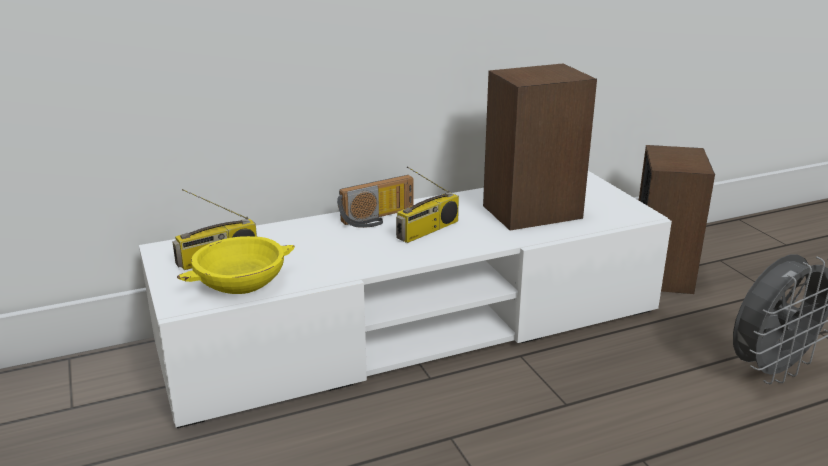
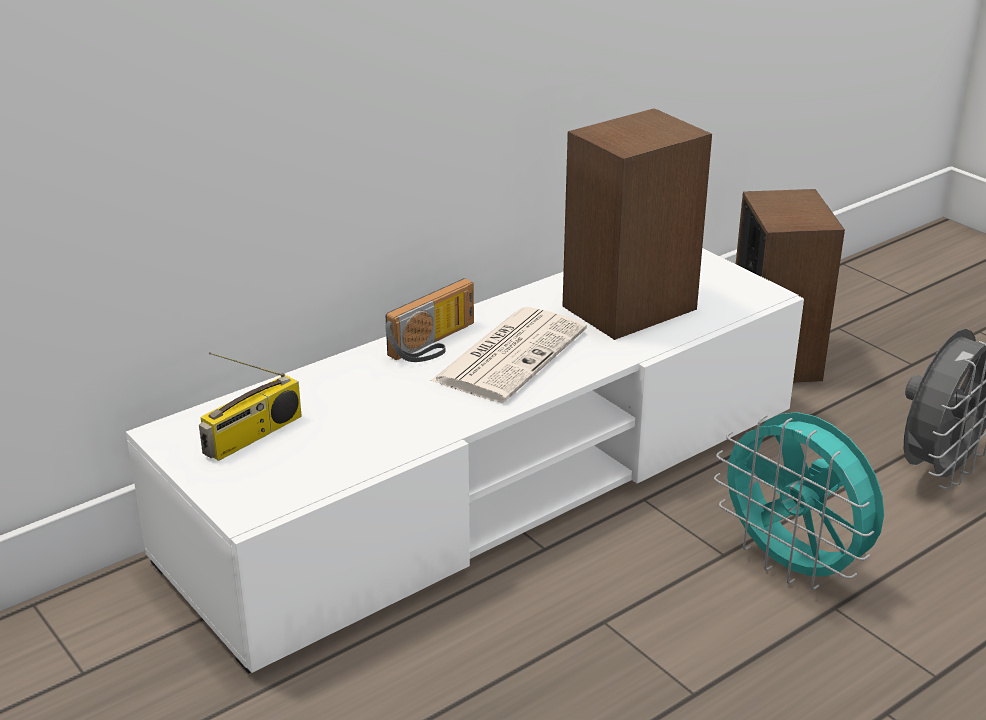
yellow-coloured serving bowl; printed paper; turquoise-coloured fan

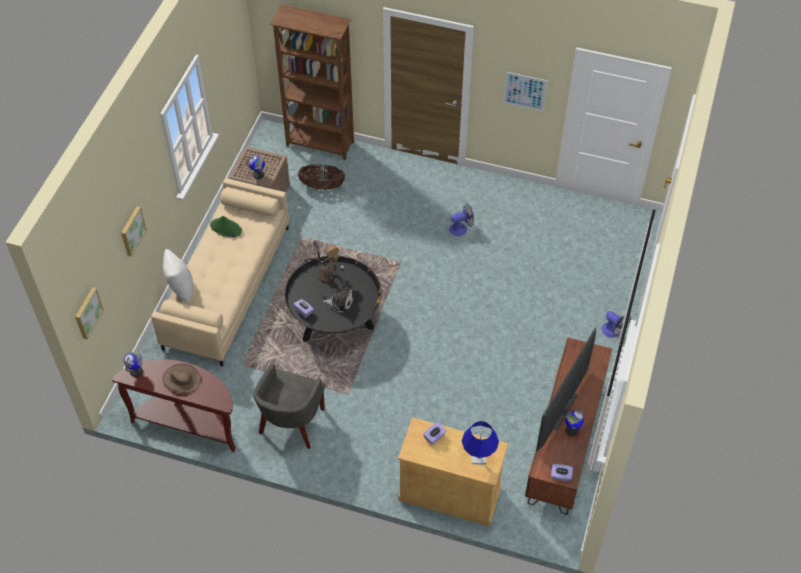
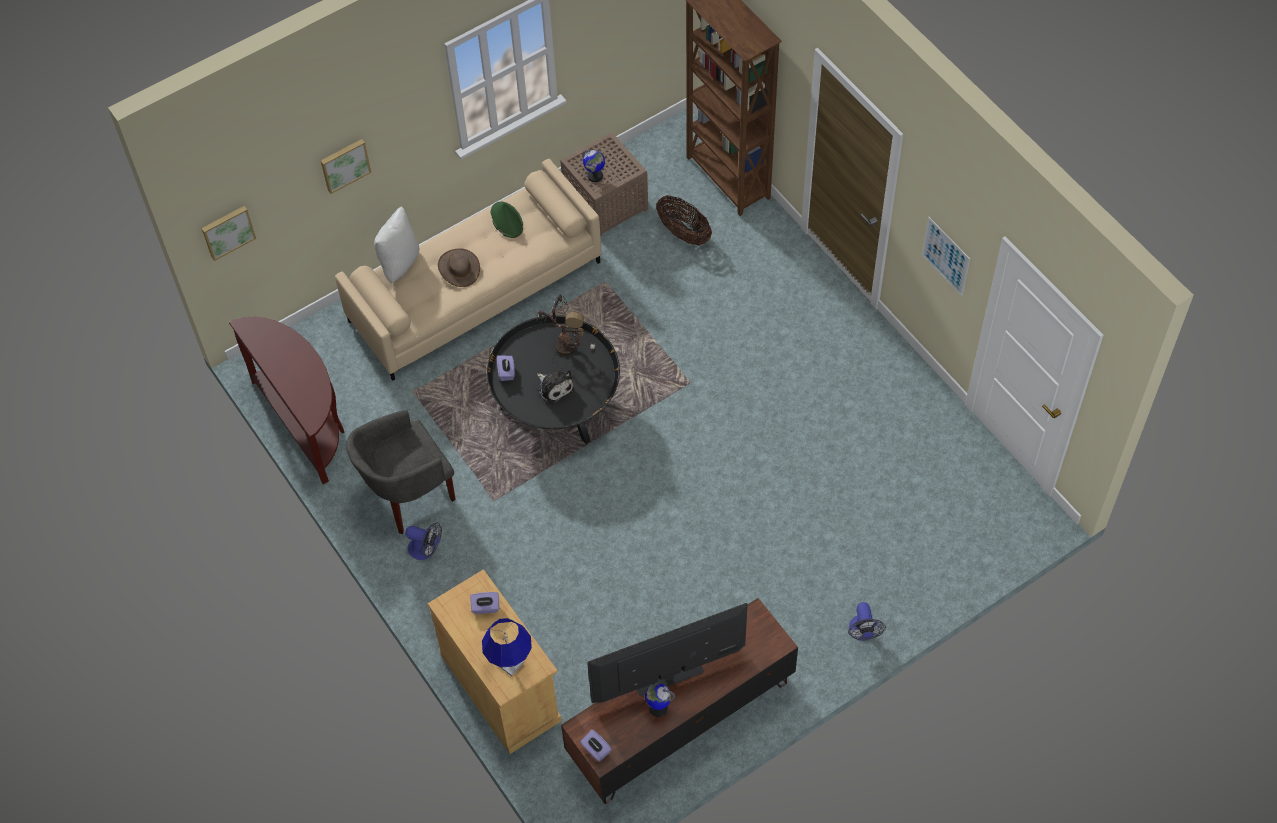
globe (no. 1 from left in the first image); brownish wearable hat; fan (no. 1 from left)

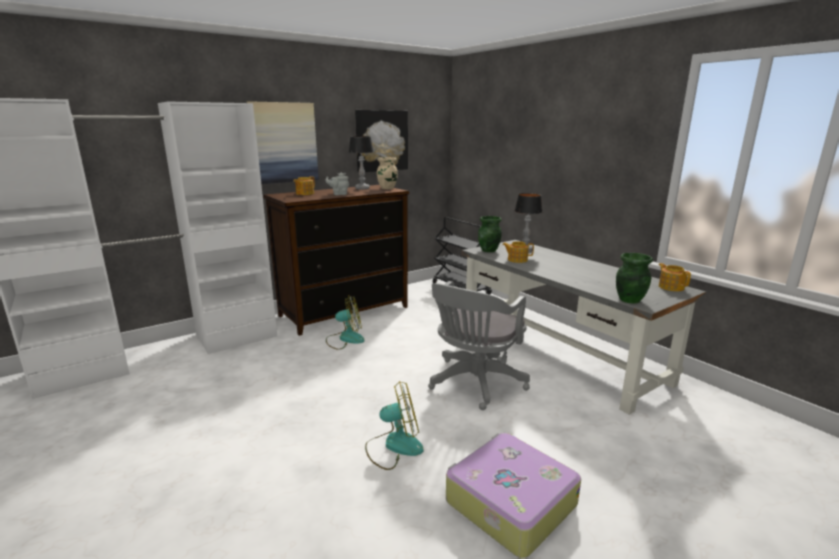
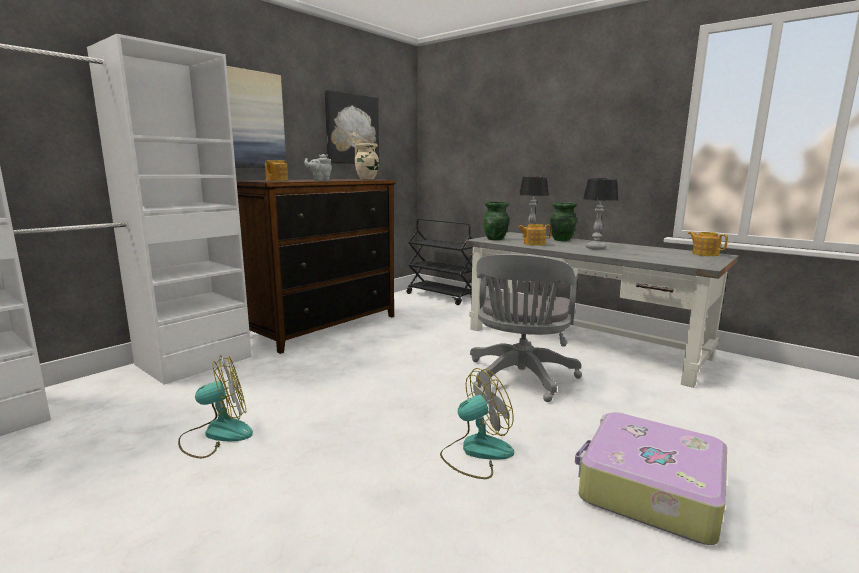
fan (no. 1 from left); tabletop lamp (no. 2 from left); green-coloured flower vase (no. 2 from left)

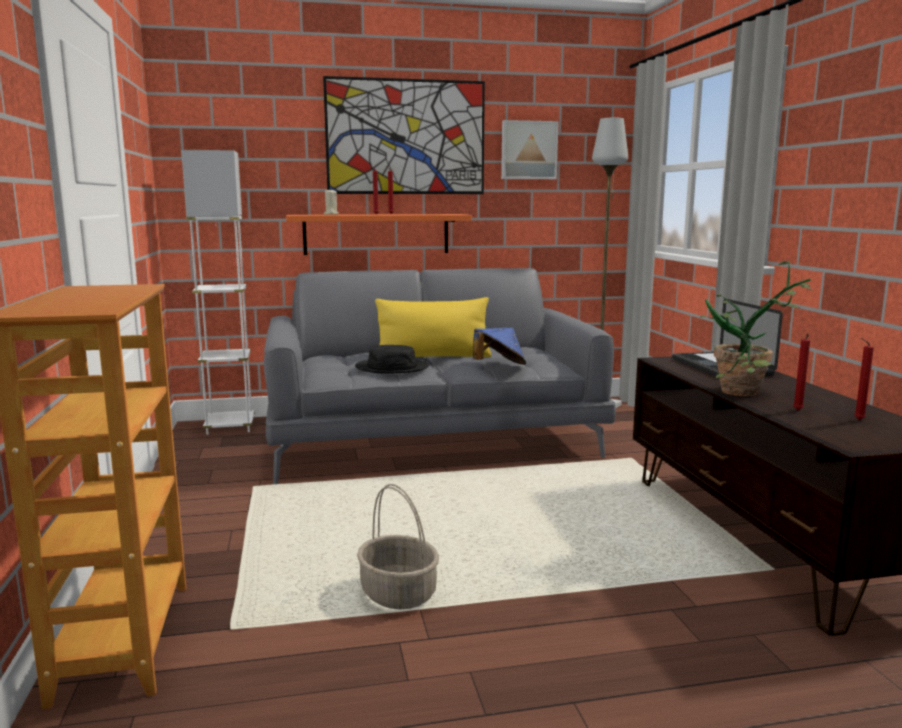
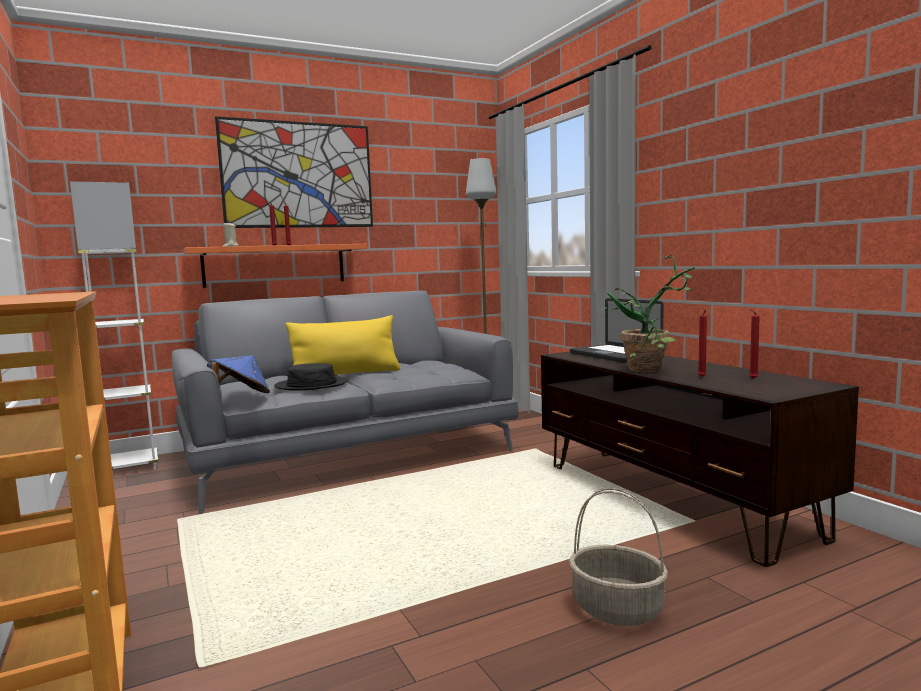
storage basket; blue wearable hat; picture (no. 2 from left in the first image)

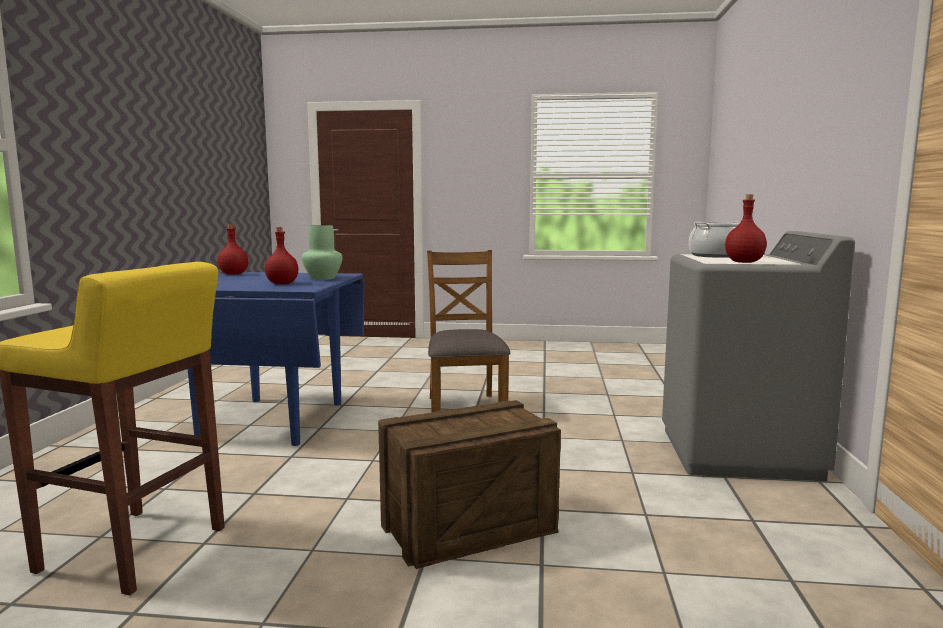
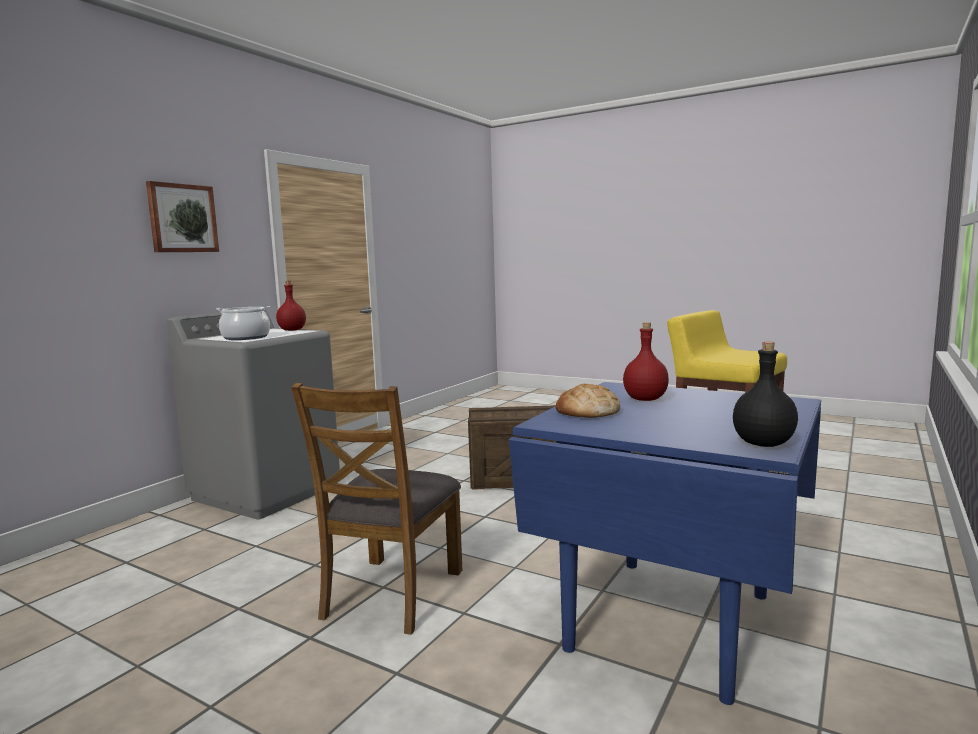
black-coloured bottle; bread; picture

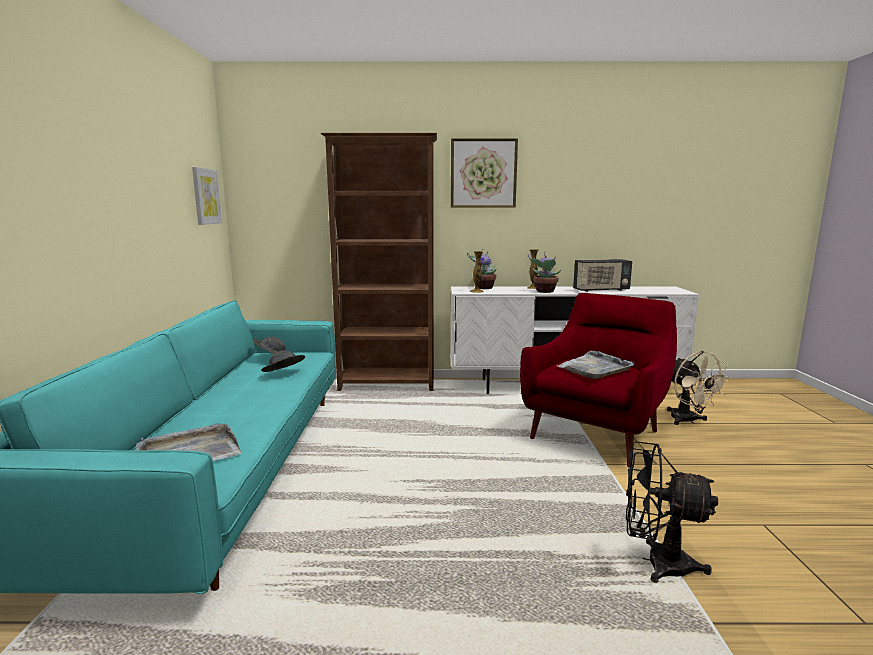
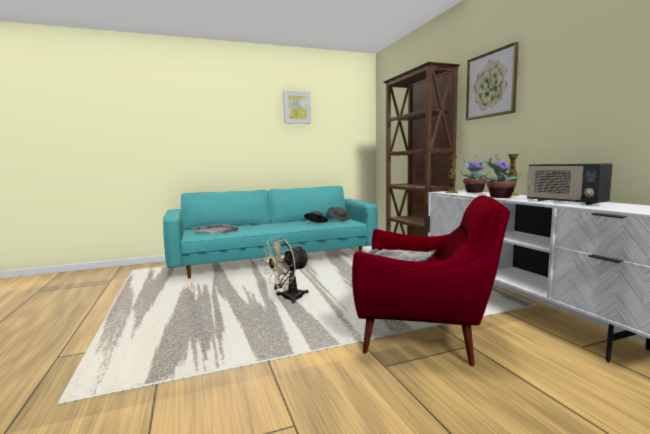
picture (no. 1 from left); black-coloured fan; beige fan

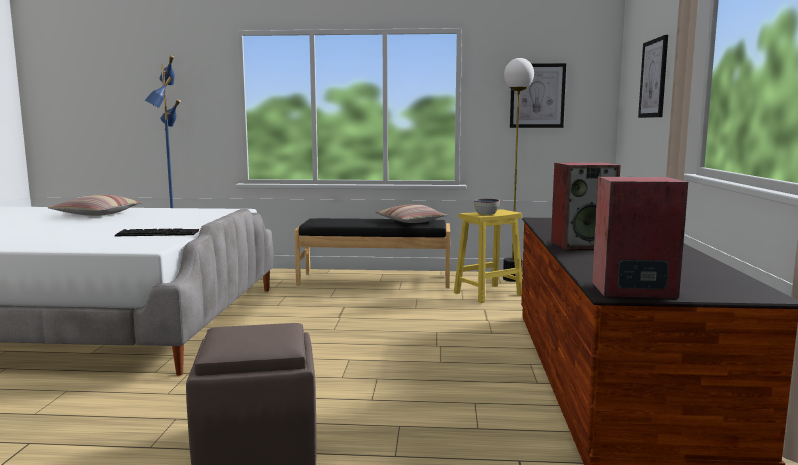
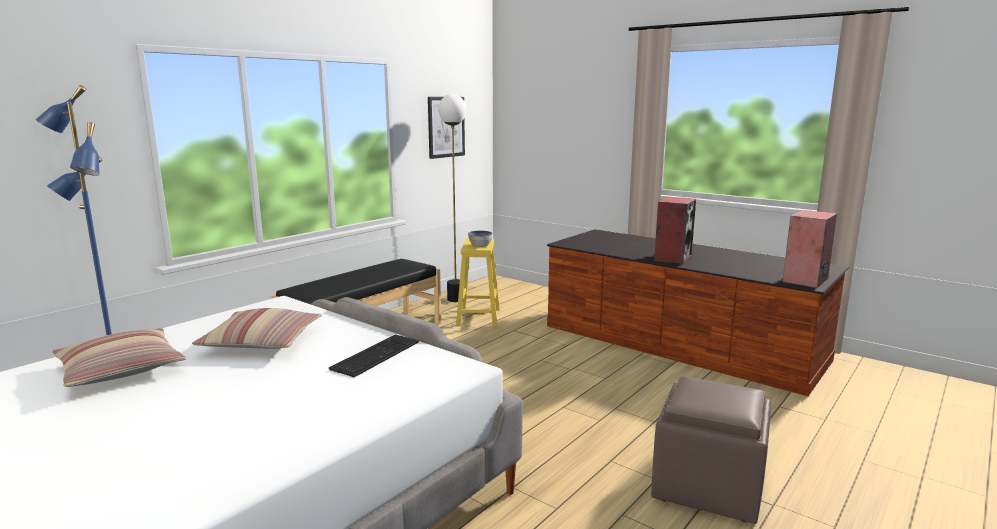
pillow (no. 2 from left); picture (no. 2 from left in the first image)

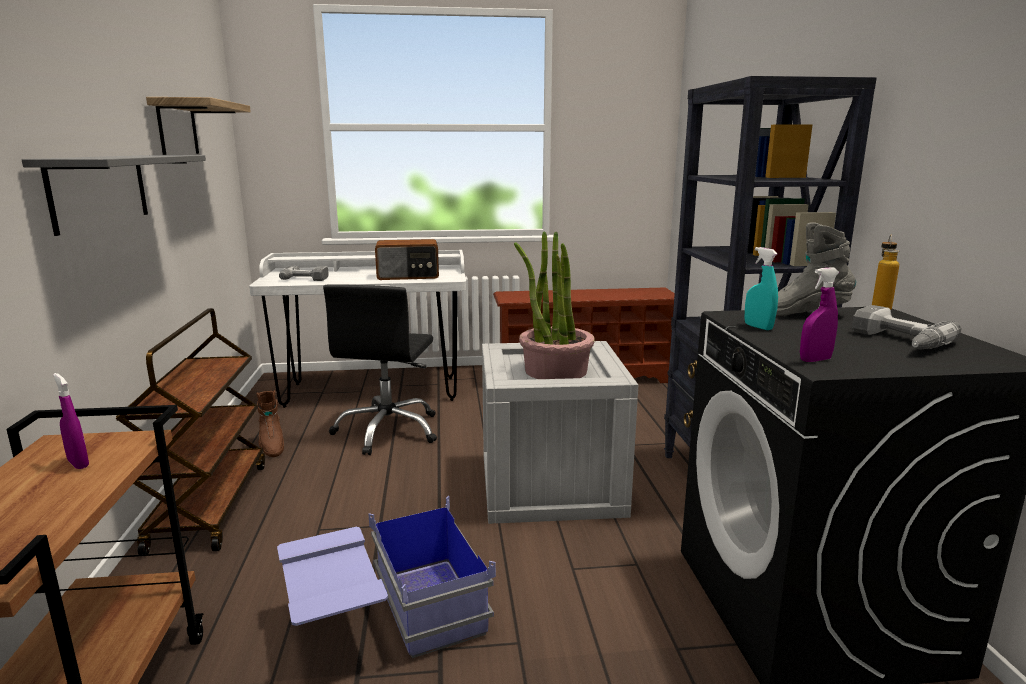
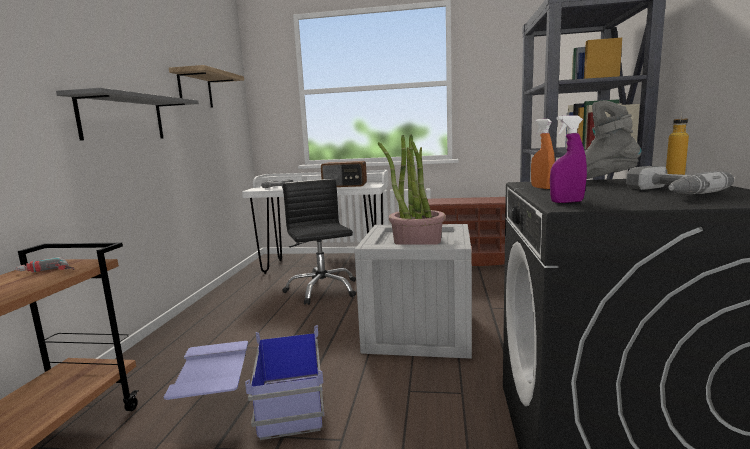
electric drill (no. 1 from left); brownish wheeled cart (no. 2 from left in the first image); brownish high-top boot; black-coloured computer chair; orangey sprayer

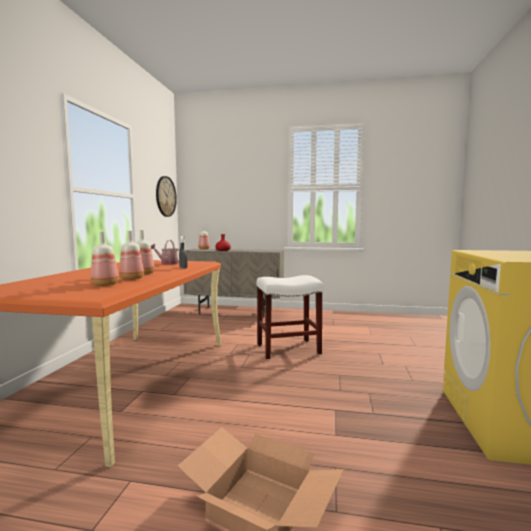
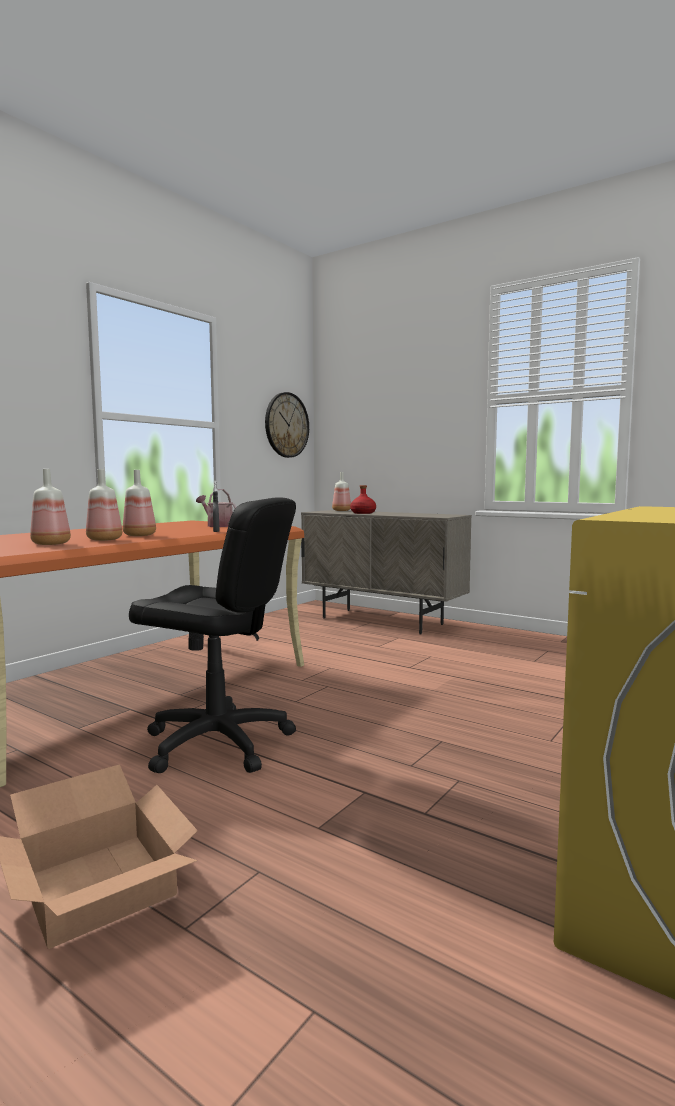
whitish stool; black-coloured computer chair

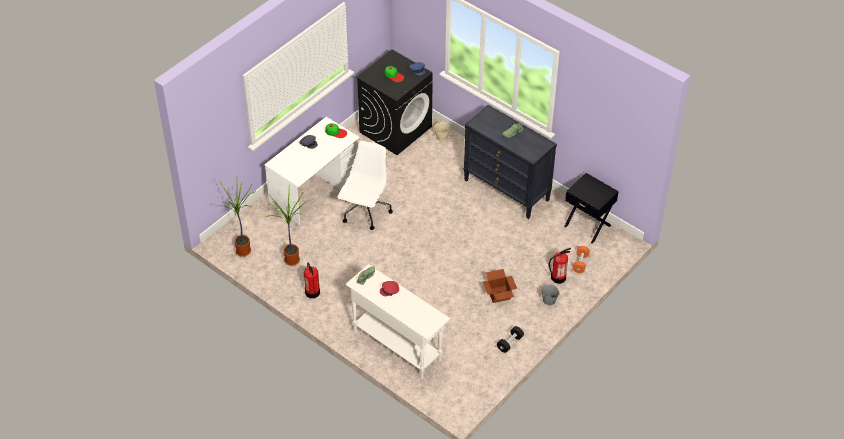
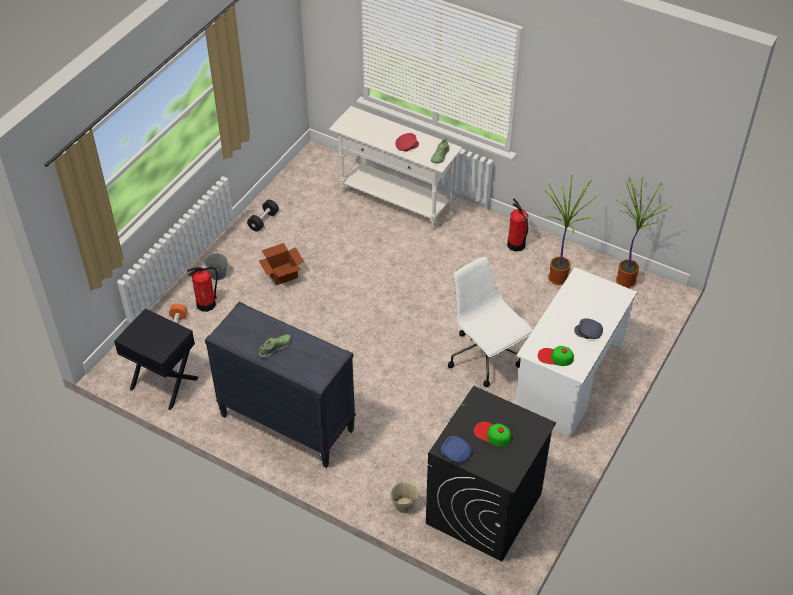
whitish computer chair

